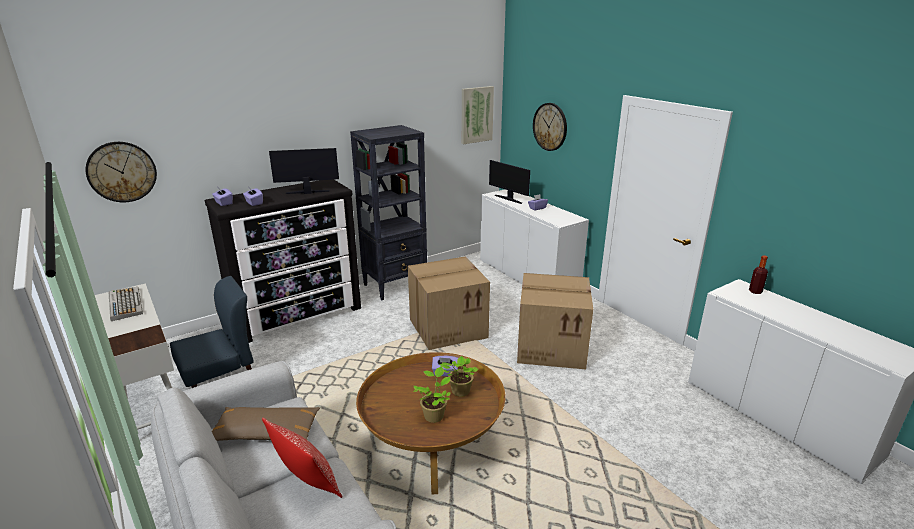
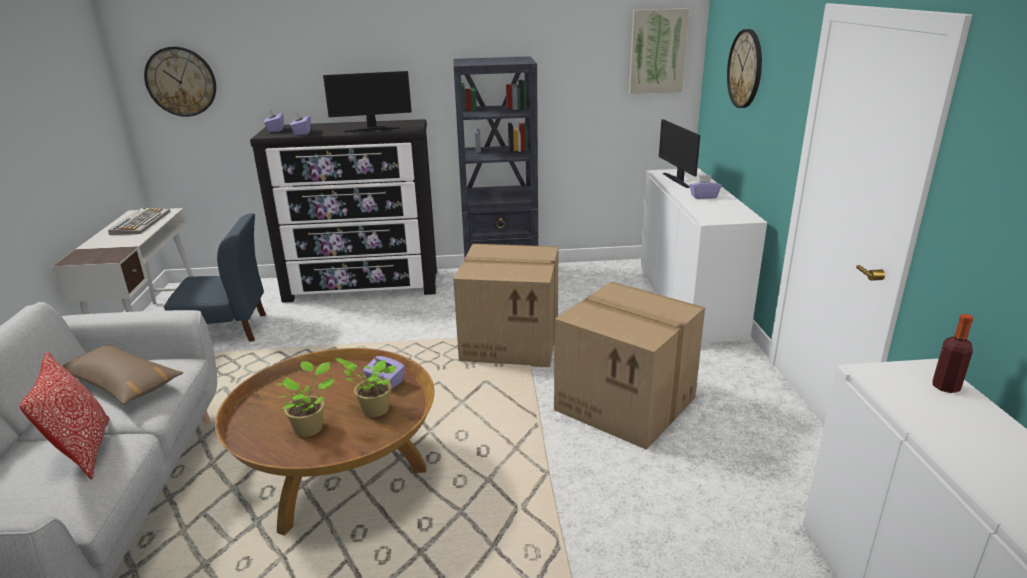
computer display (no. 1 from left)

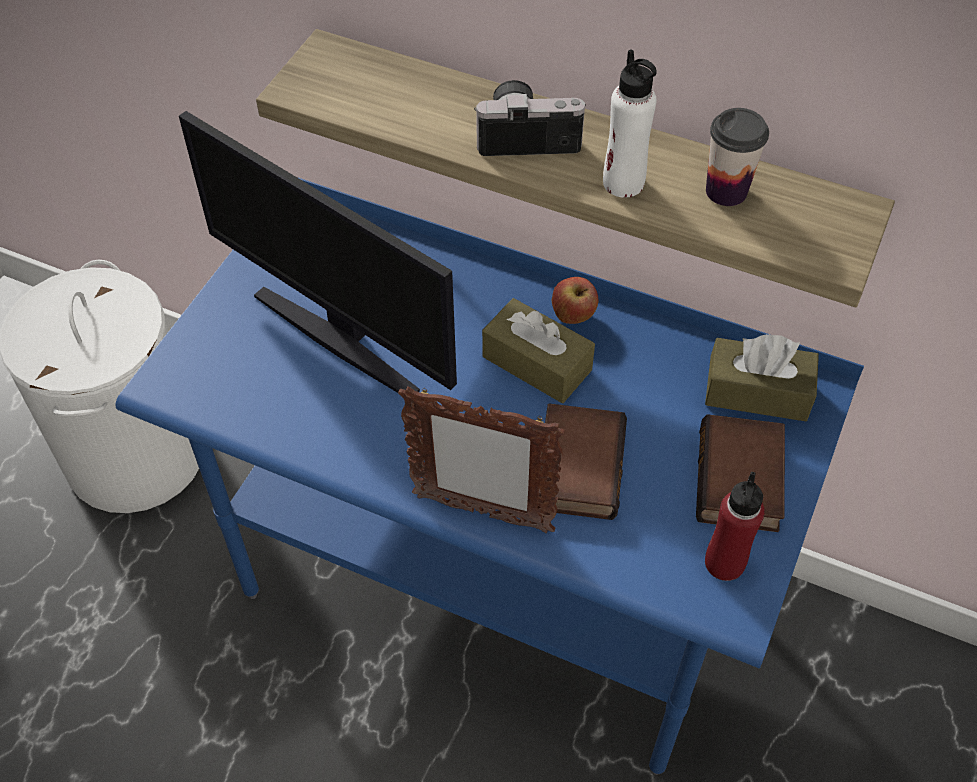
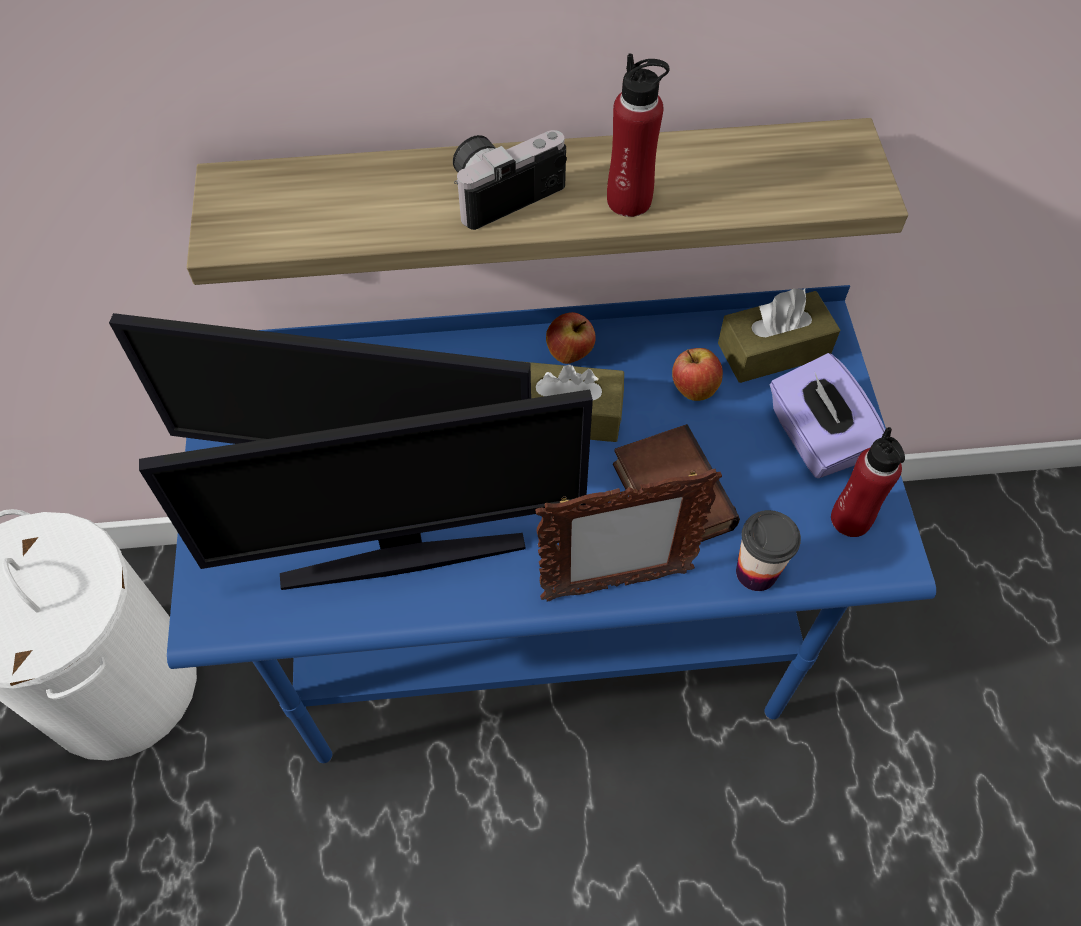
red-coloured bottle (no. 1 from left); purple-coloured box of tissues; drinking cup; computer display (no. 2 from left); apple fruit (no. 2 from left)

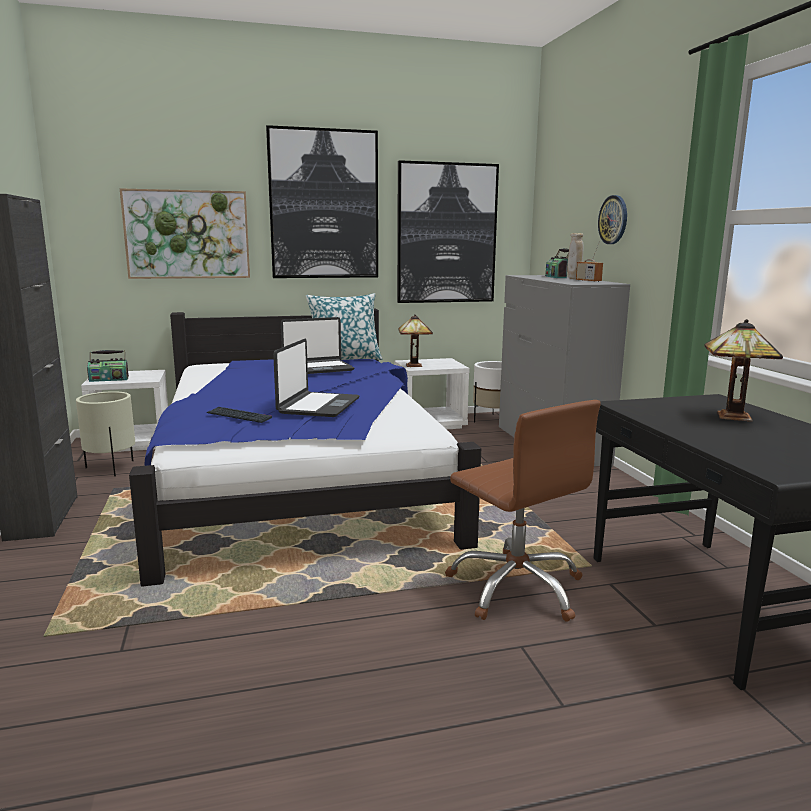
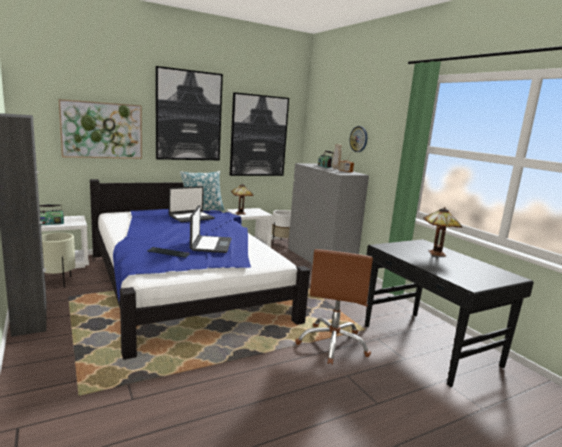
brownish computer chair

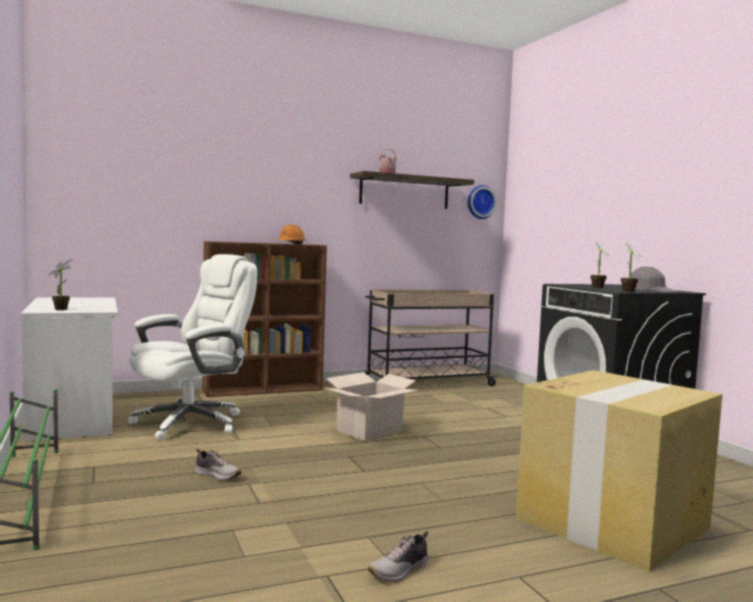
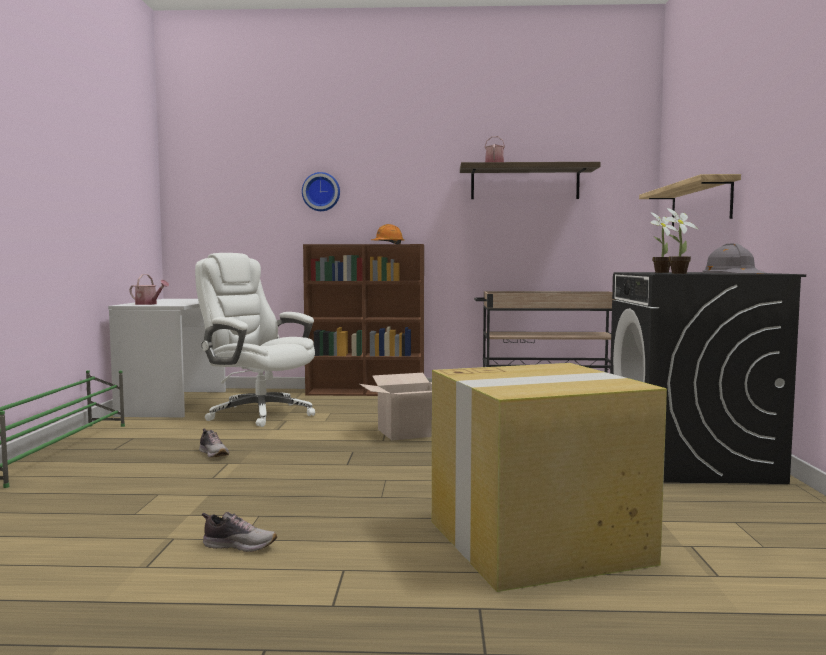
watering can (no. 1 from left); whitish computer chair; item of footwear (no. 2 from left); hanging clock; shelf (no. 2 from left)

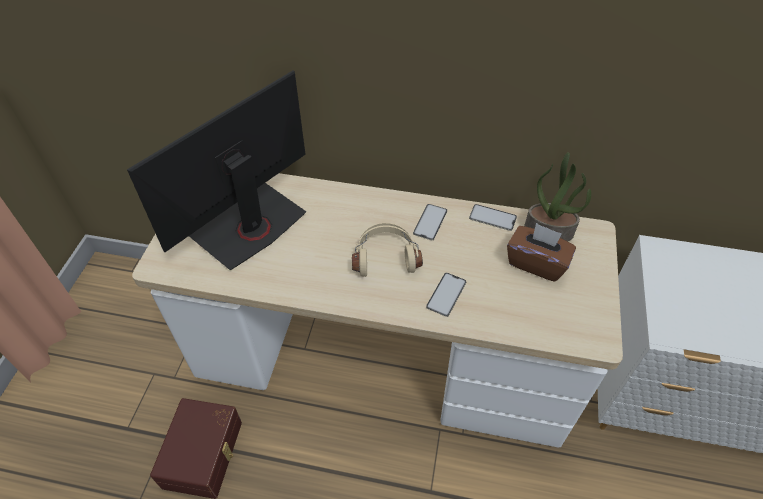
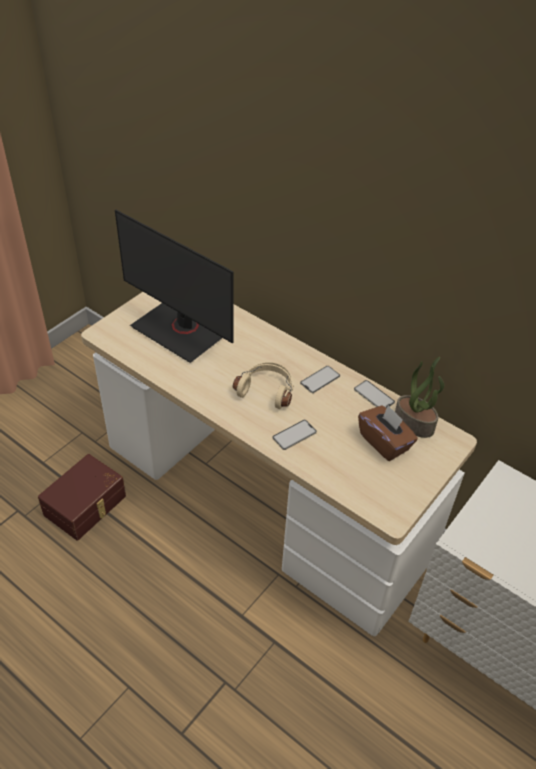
computer display

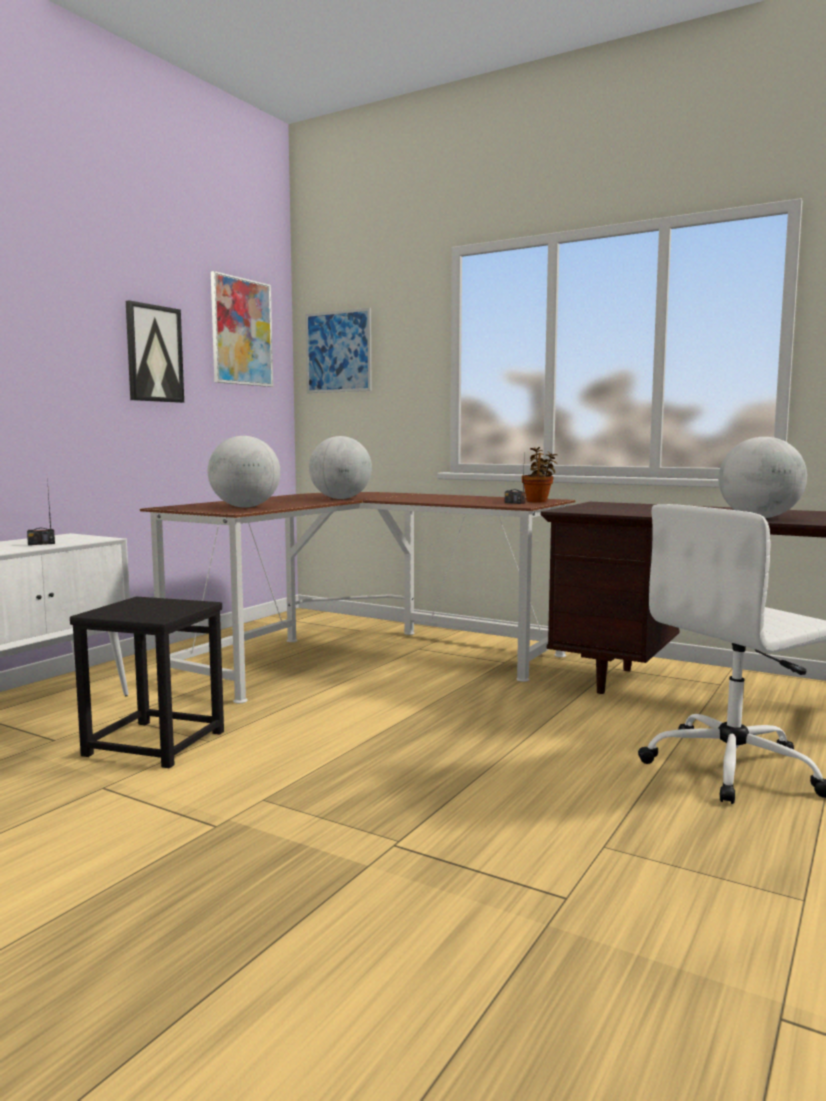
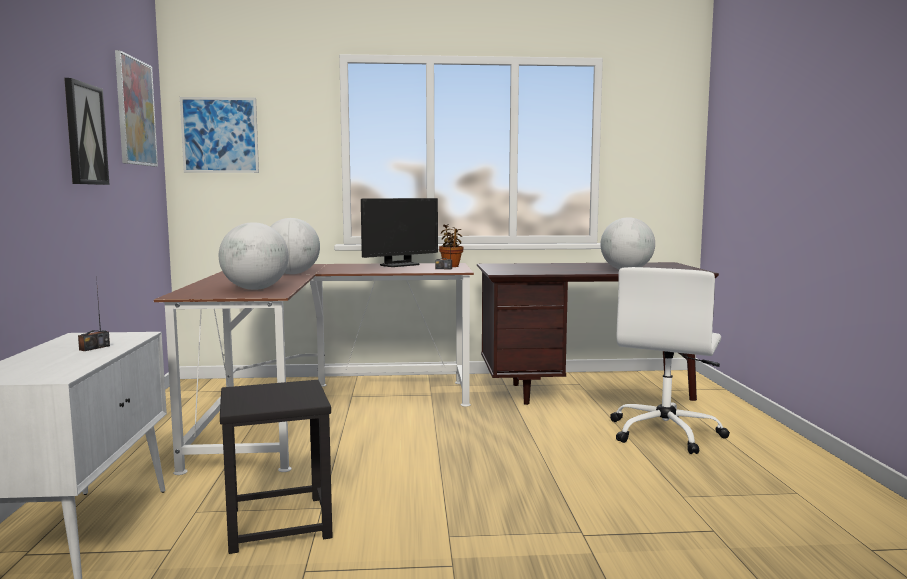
computer display

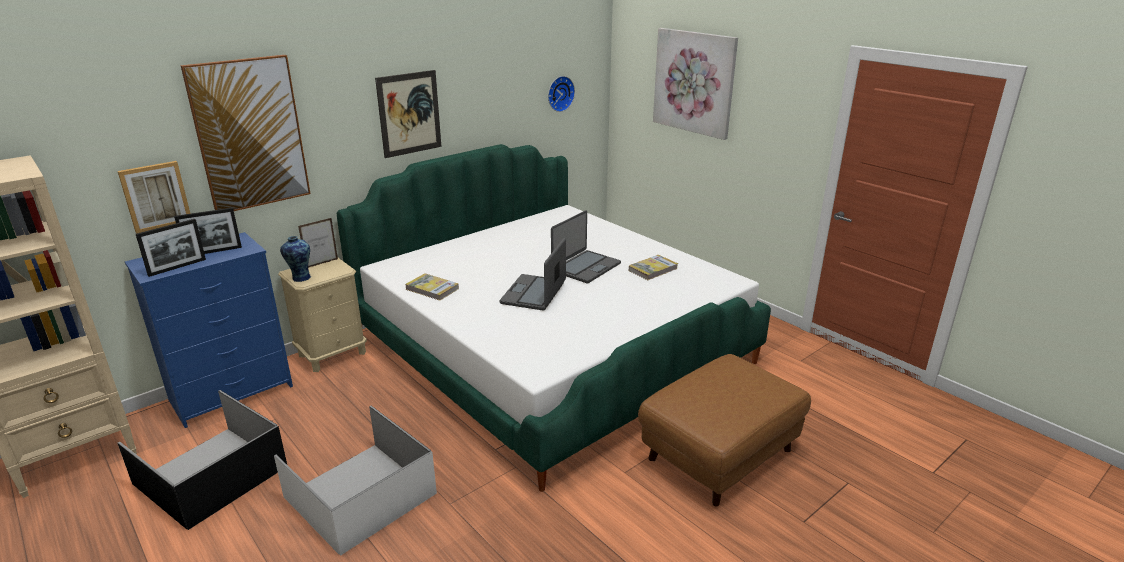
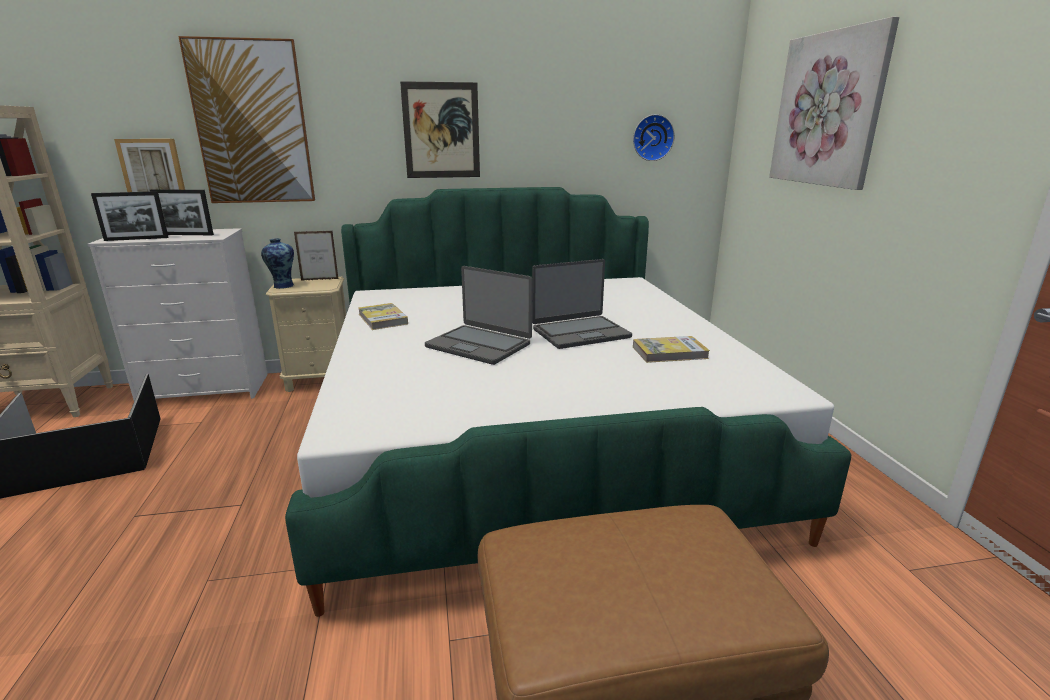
whitish chest of drawers; whitish storage bin; notebook computer (no. 1 from left)

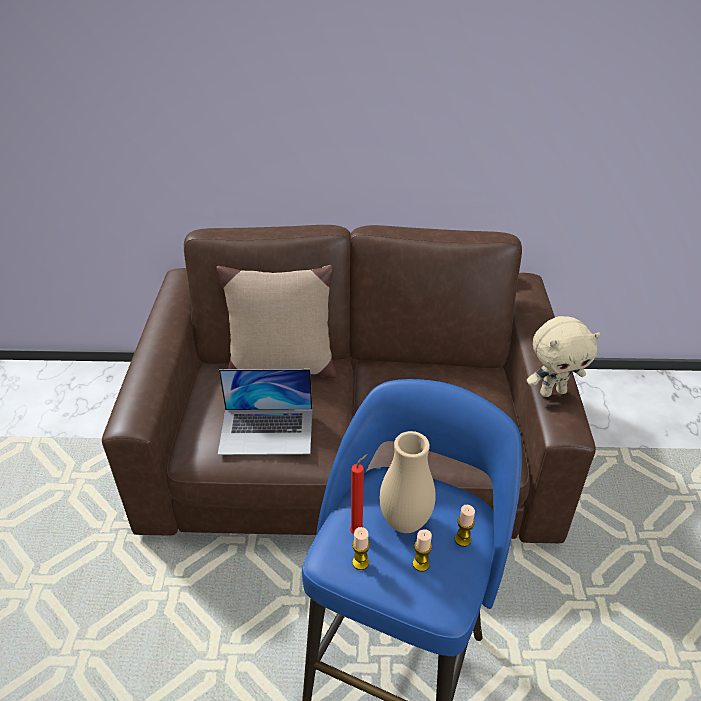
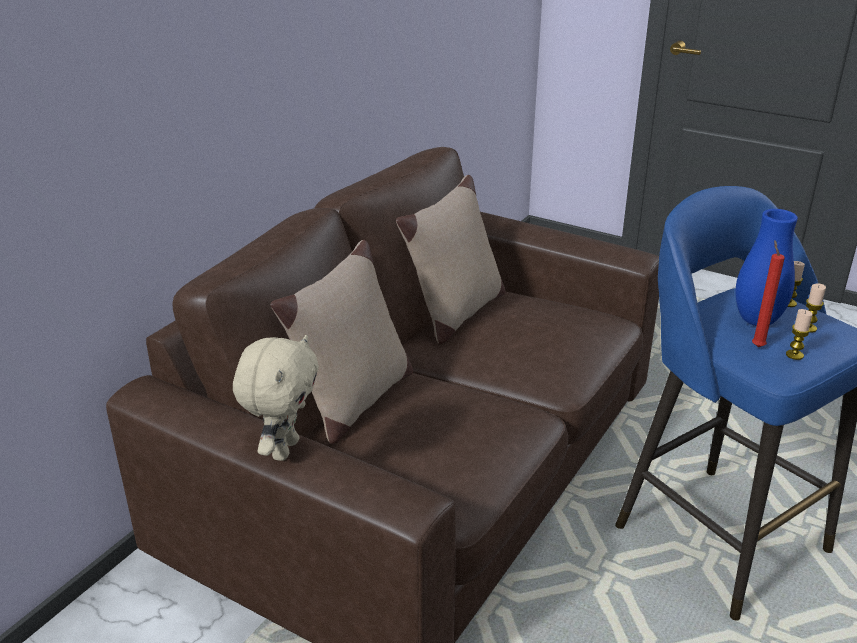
notebook computer; blue flower vase; beige plush toy; beige pillow (no. 2 from left)

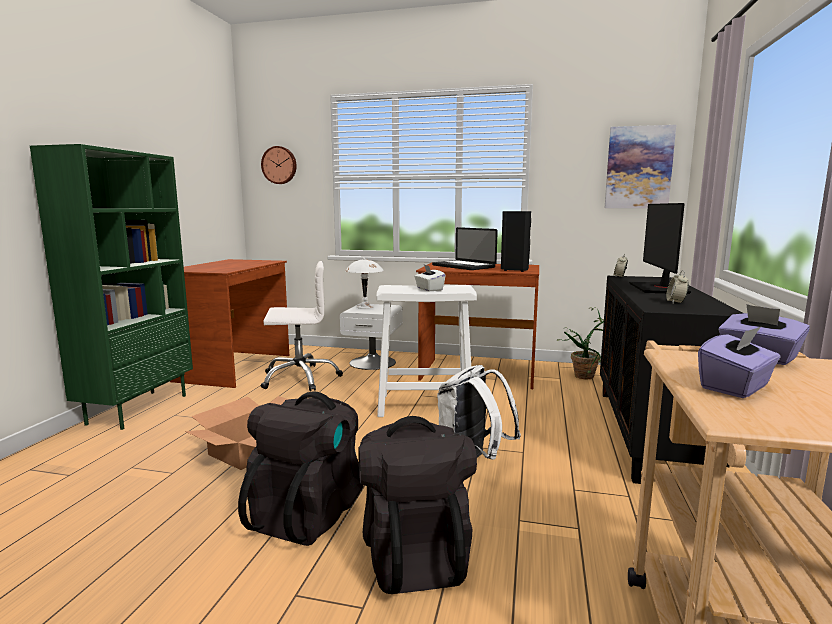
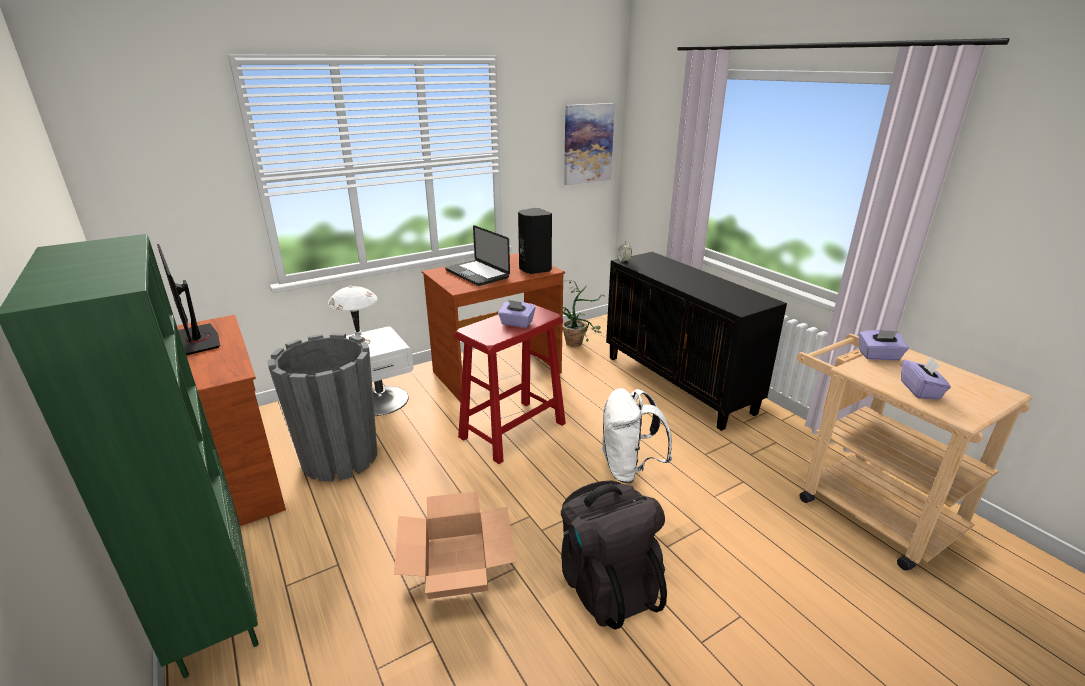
hanging clock; greyish plant pot; black-coloured rucksack (no. 2 from left in the first image); red-coloured stool; purple-coloured box of tissues (no. 1 from left); notebook computer; computer display; bedside clock (no. 2 from left in the first image)

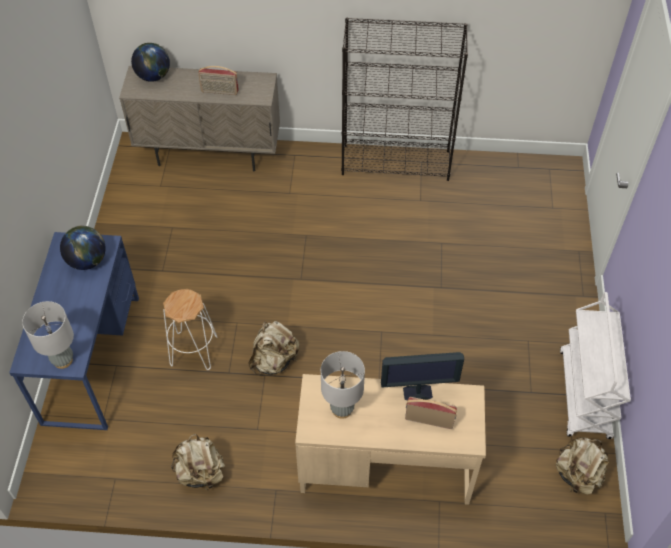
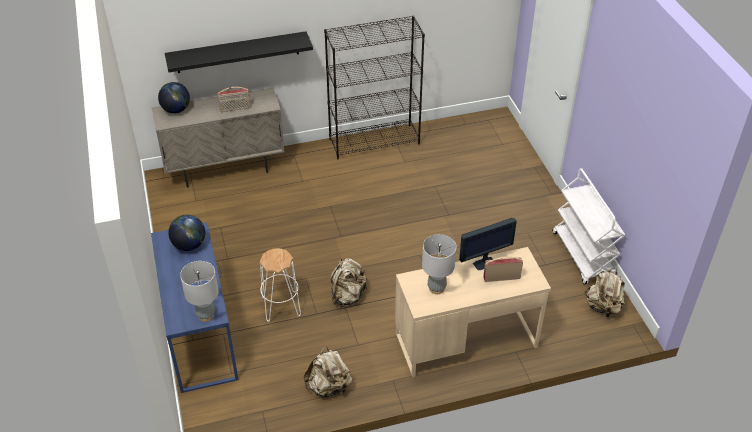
black-coloured shelf

